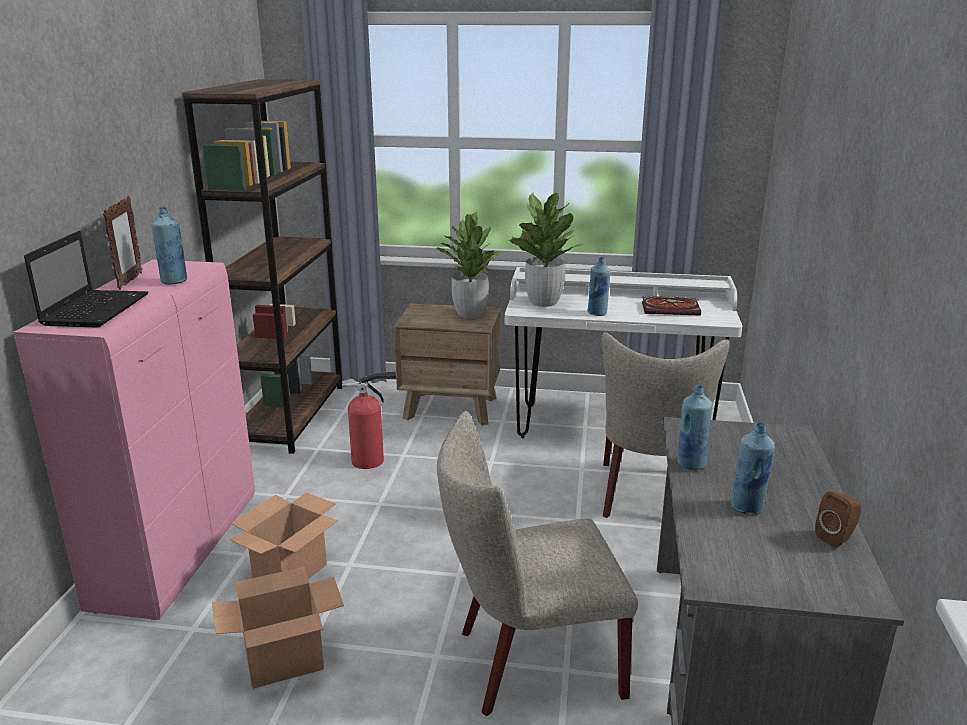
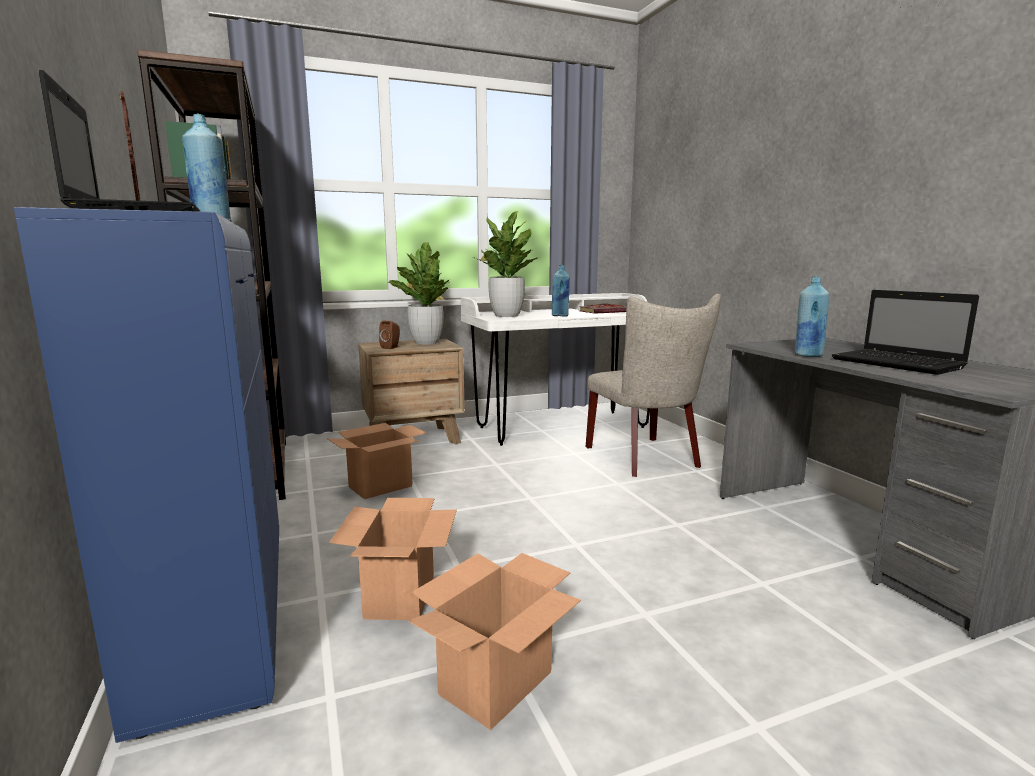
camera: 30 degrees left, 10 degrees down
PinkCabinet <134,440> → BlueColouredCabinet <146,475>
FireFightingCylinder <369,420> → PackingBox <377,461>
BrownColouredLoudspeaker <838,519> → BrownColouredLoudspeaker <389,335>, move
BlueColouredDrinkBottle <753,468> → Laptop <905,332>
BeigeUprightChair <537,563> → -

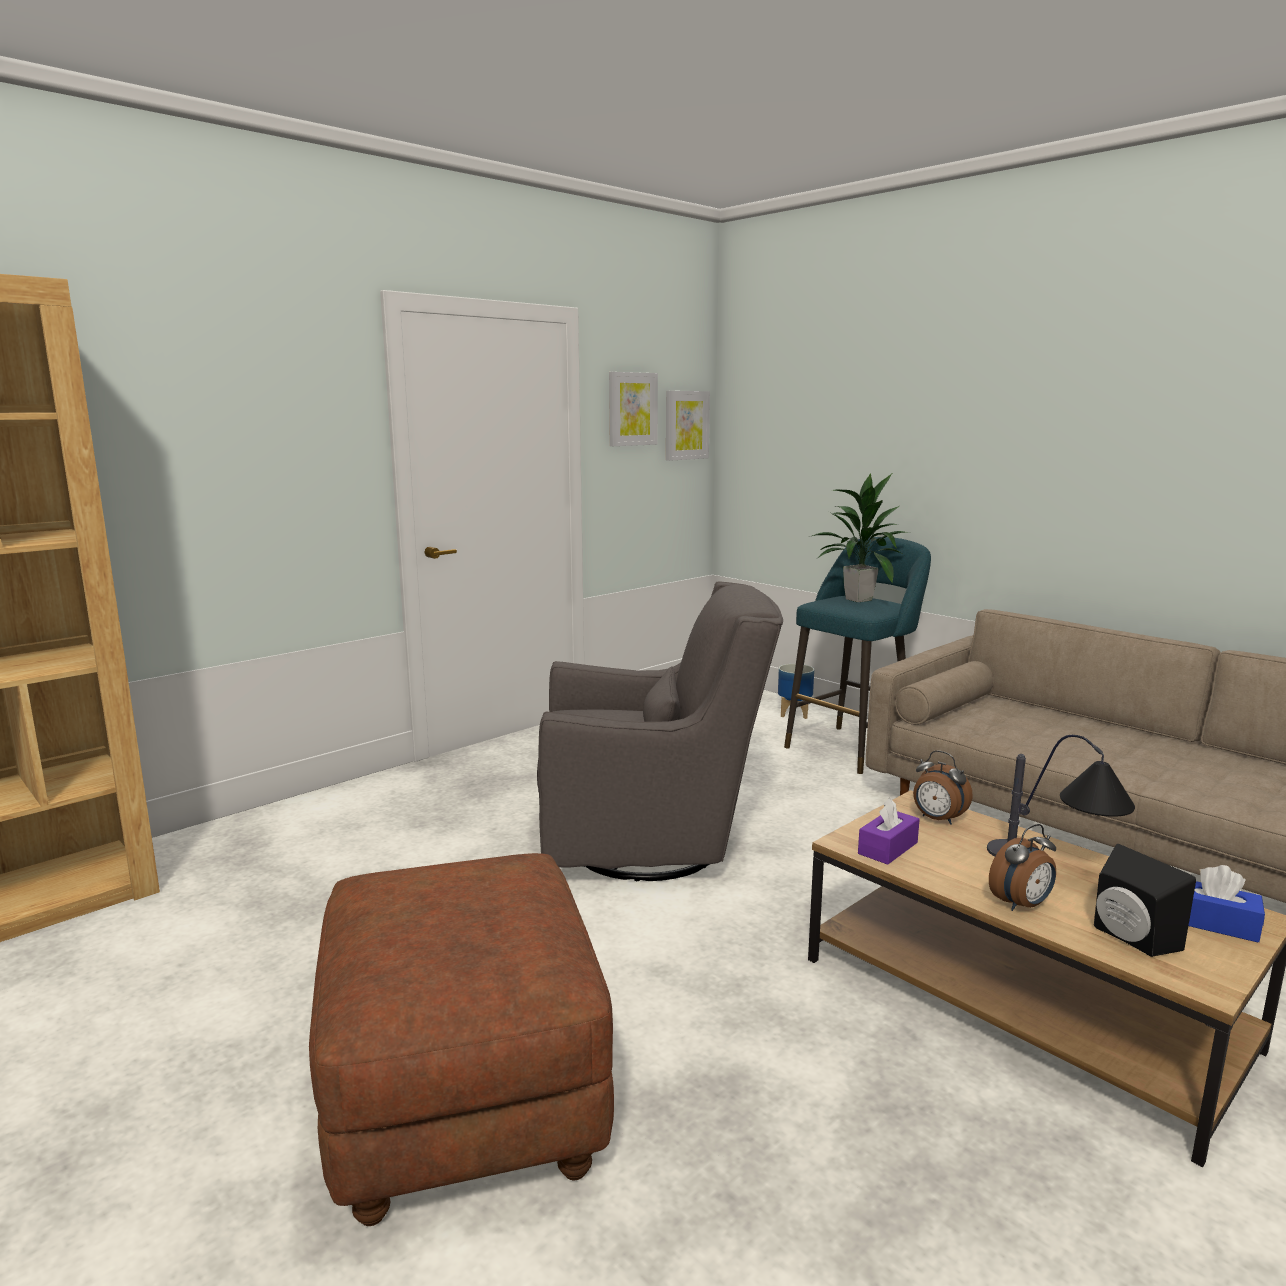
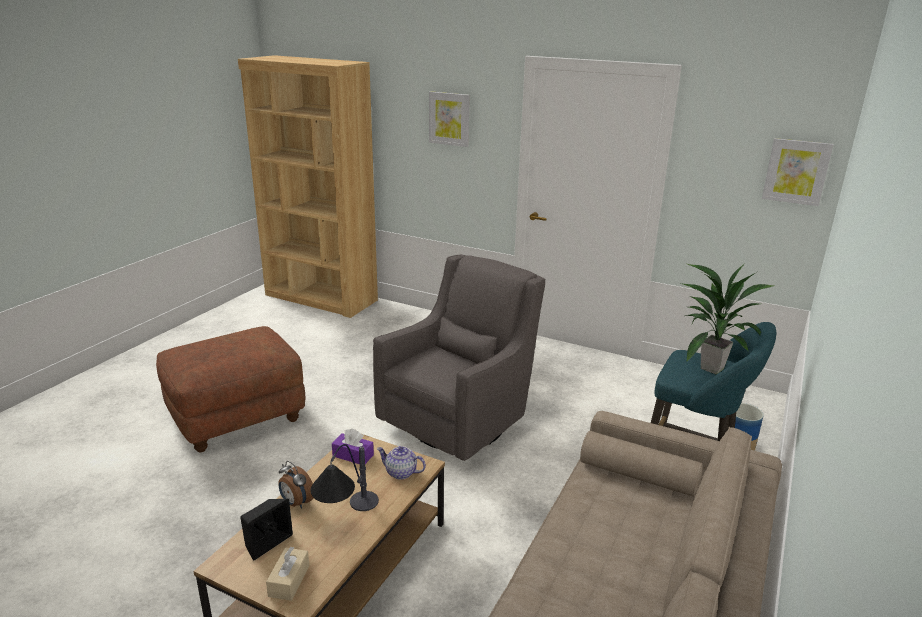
camera: 70 degrees right, 10 degrees up
BlueColouredBoxOfTissues <1227,904> → BeigeBoxOfTissues <287,574>
GreyEasyChair <660,731> → GreyEasyChair <459,358>, 120 degrees counterclockwise
AlarmClock <943,787> → TeaPot <401,463>
WallPicture <633,409> → WallPicture <449,119>, move

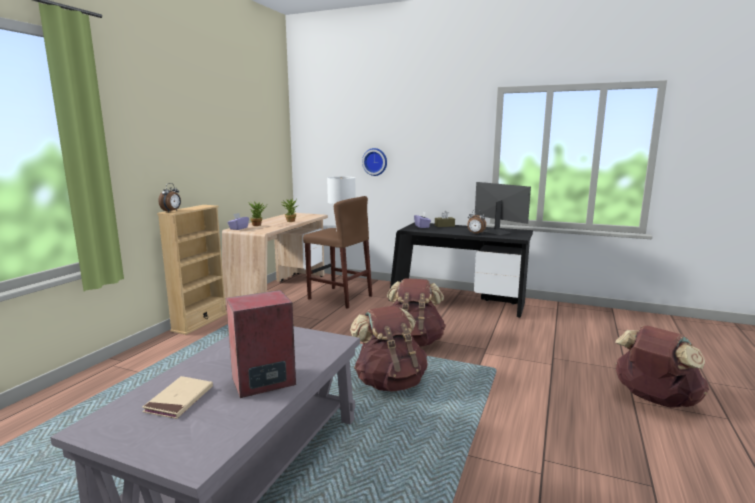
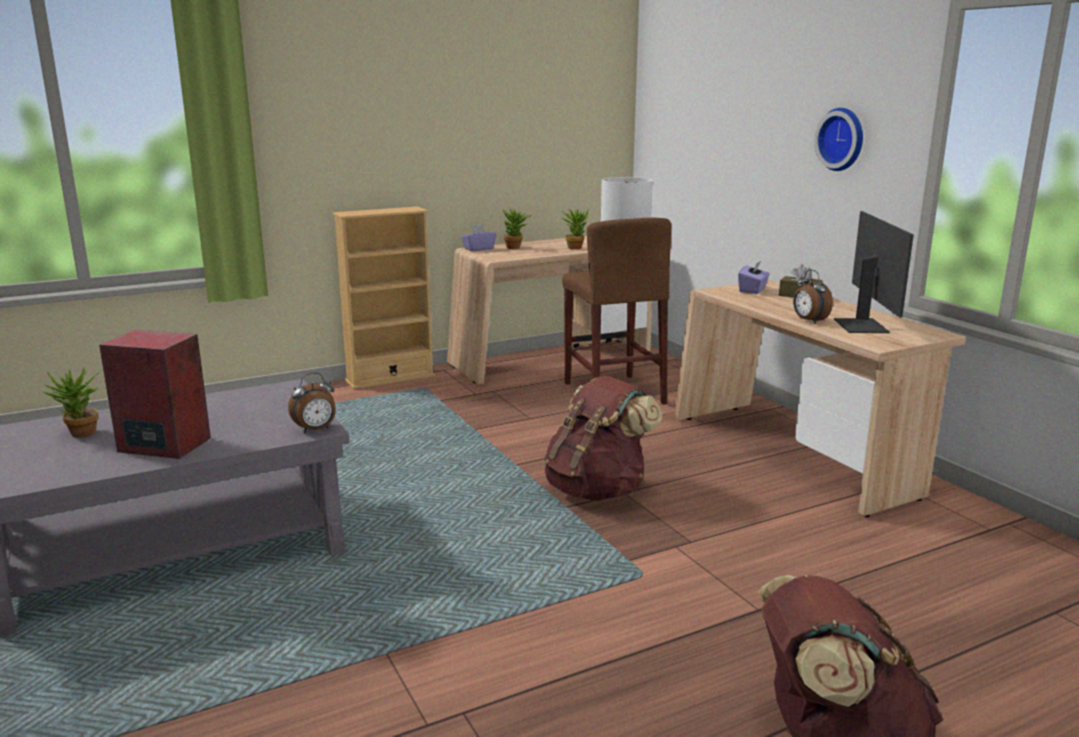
camera: 40 degrees right, 5 degrees up
BeigeBoundBook <177,397> → Houseplant <71,402>
AlarmClock <170,197> → AlarmClock <312,403>, move
BlackDeskUnit <461,270> → BeigeDeskUnit <820,398>
HangingClock <374,162> → HangingClock <838,139>, move
BrownColouredRucksack <389,349> → -

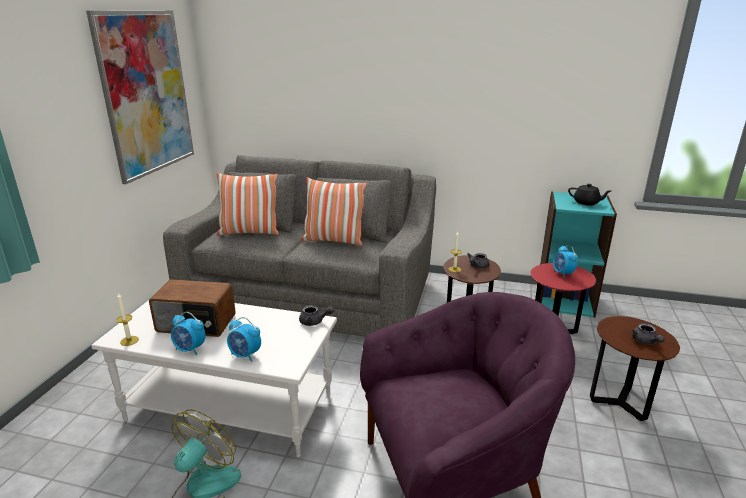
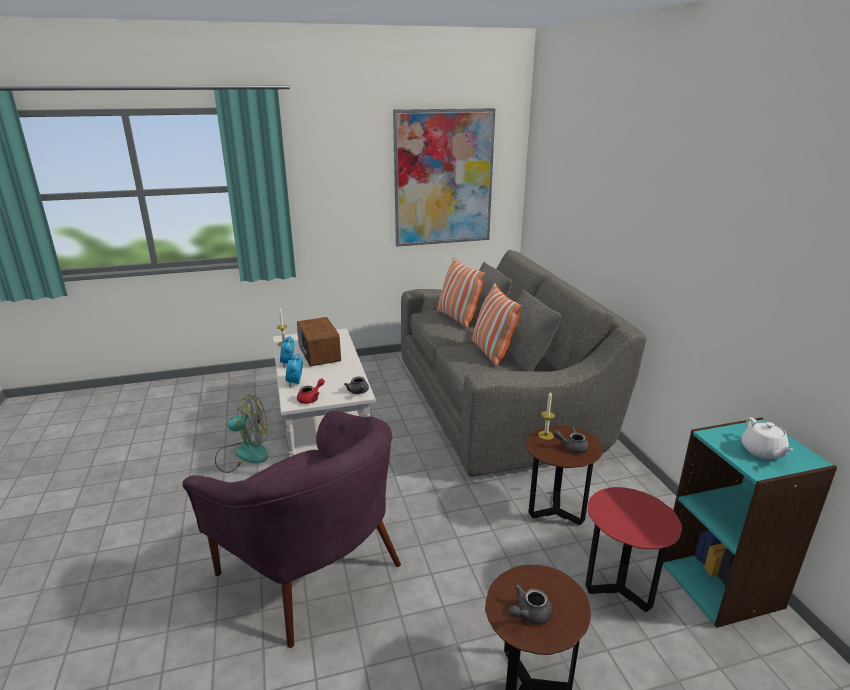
camera: 60 degrees right, 0 degrees up
- → RedColouredTeaPot <311,391>
BlackTeaPot <589,195> → WhiteTeaPot <767,438>
AlarmClock <565,261> → -

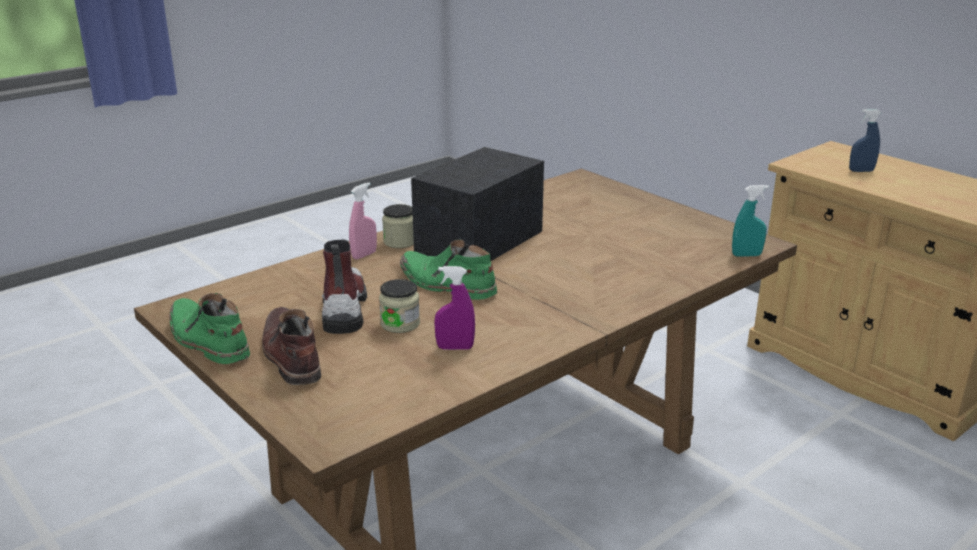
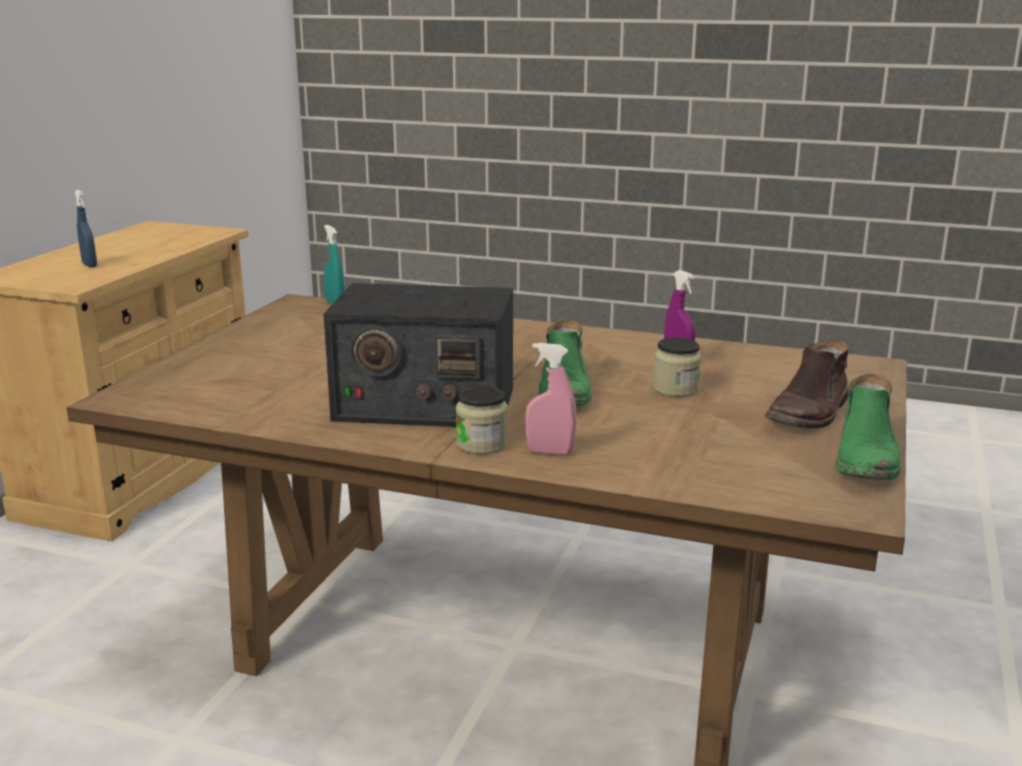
camera: 120 degrees left, 5 degrees down
Boot <344,287> → -

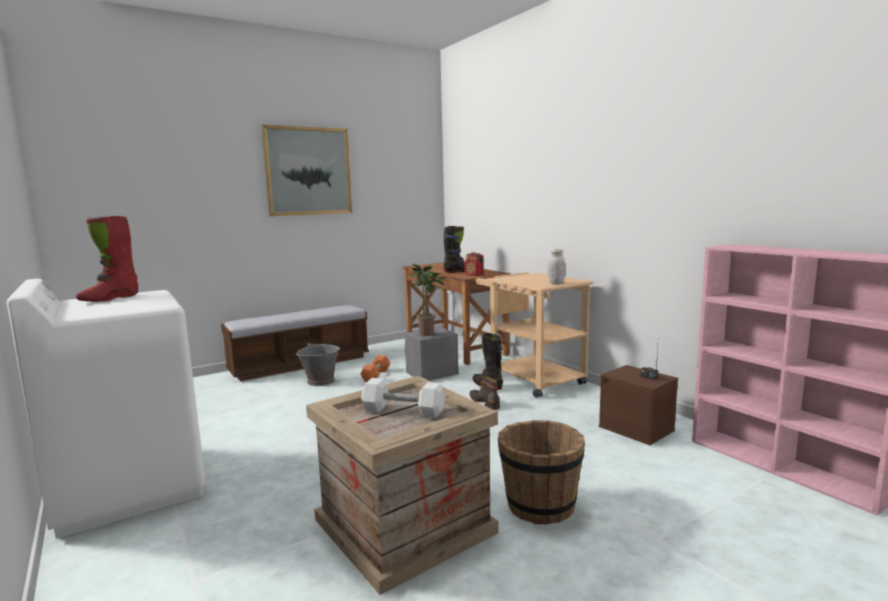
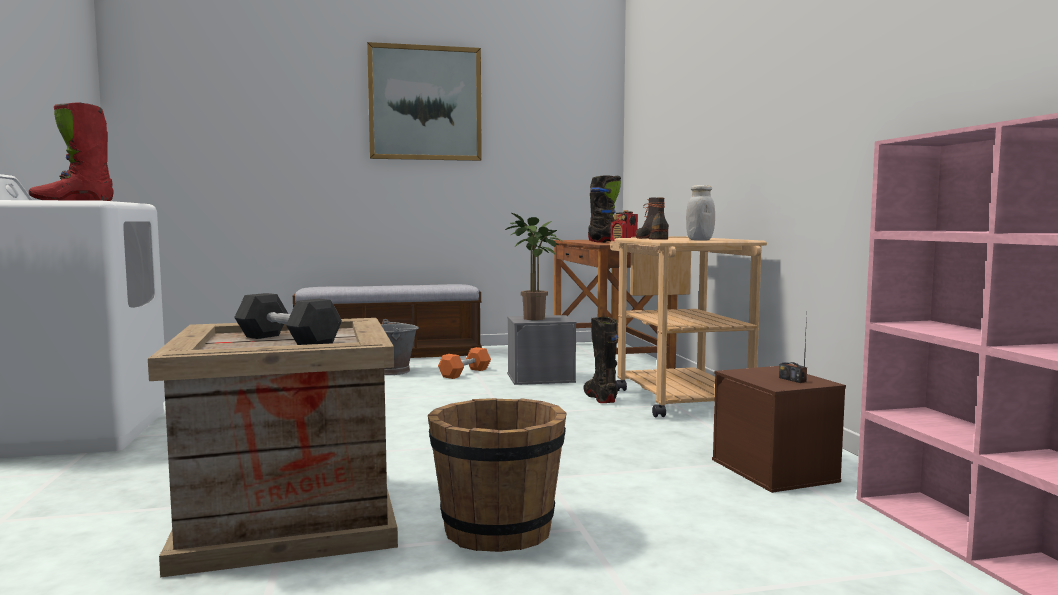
camera: 20 degrees right, 5 degrees down
WhiteDumbbell <403,398> → BlackDumbbell <288,319>
Boot <485,393> → Boot <652,218>, move

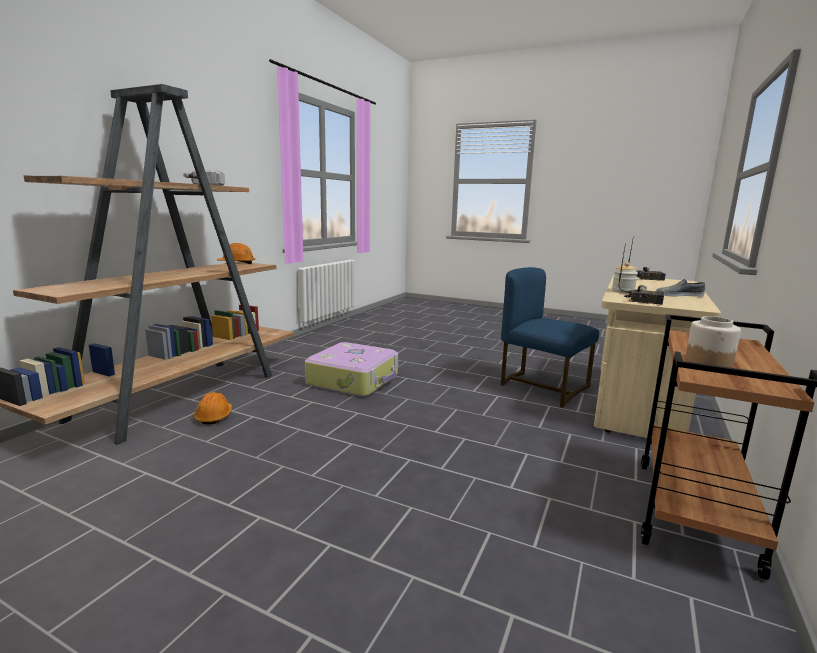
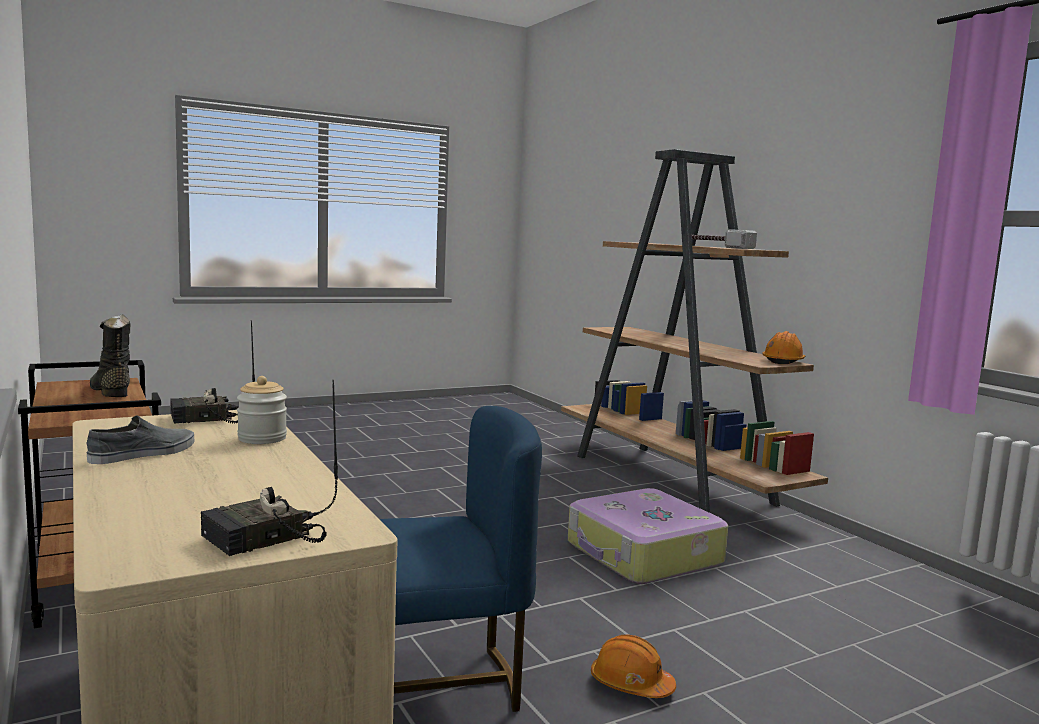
camera: 125 degrees right, 5 degrees down
StorageJar <713,342> → BlackBoot <110,355>
OrangeyHardHat <213,408> → OrangeyHardHat <633,666>, move

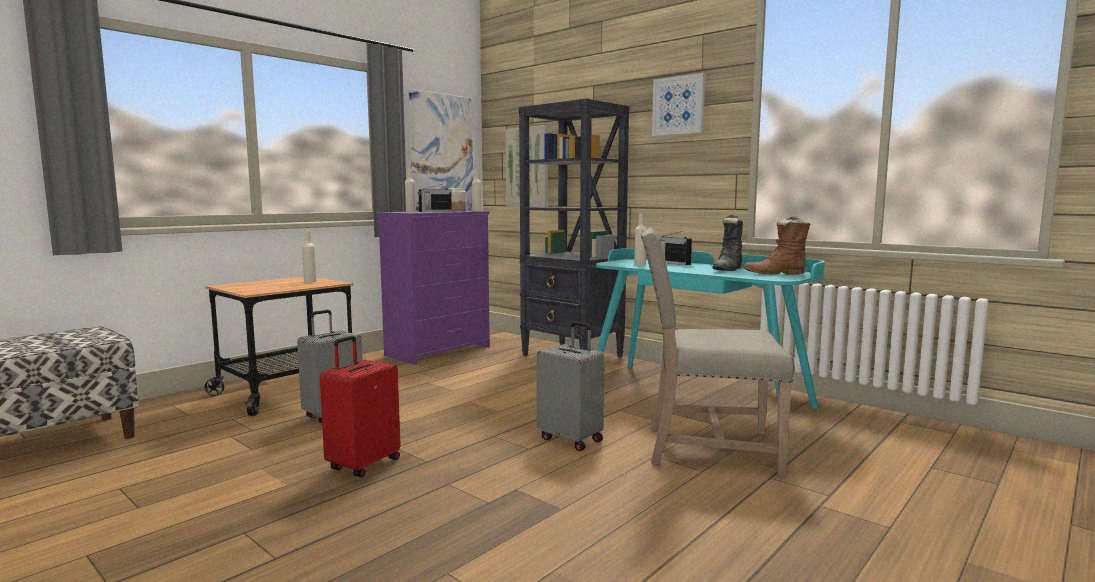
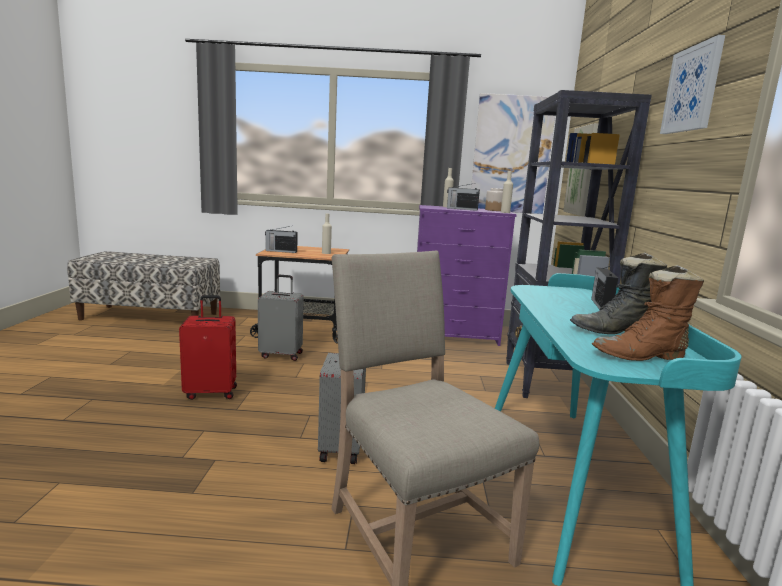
camera: 50 degrees right, 5 degrees up
- → RadioReceiver <281,239>
BrownColouredBoot <776,245> → BrownColouredBoot <648,313>, 60 degrees counterclockwise
BeigeDrinkBottle <640,239> → -

